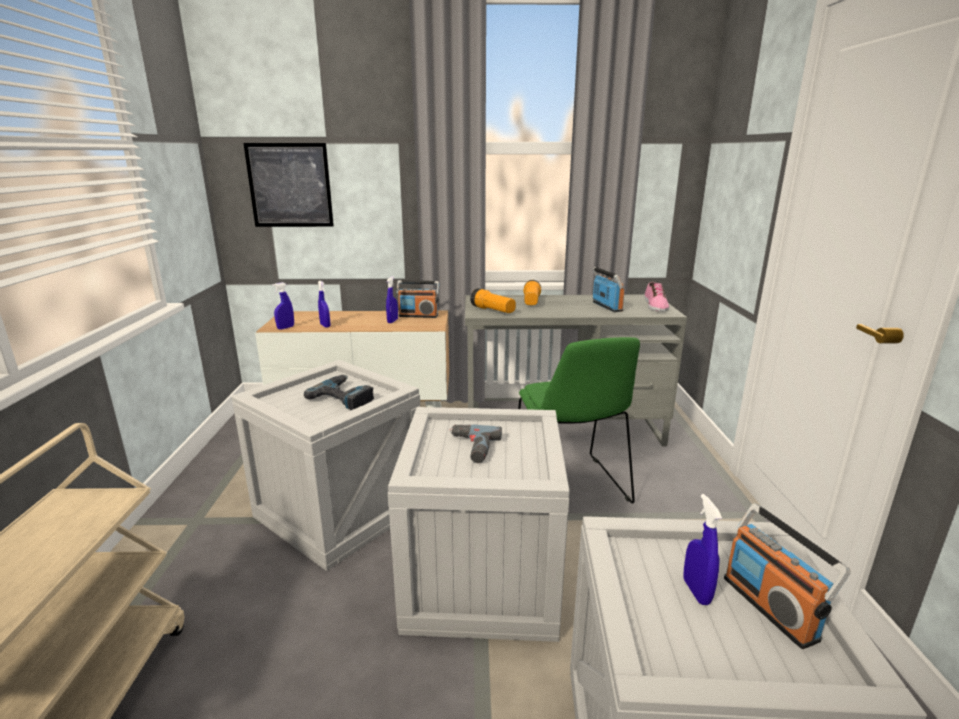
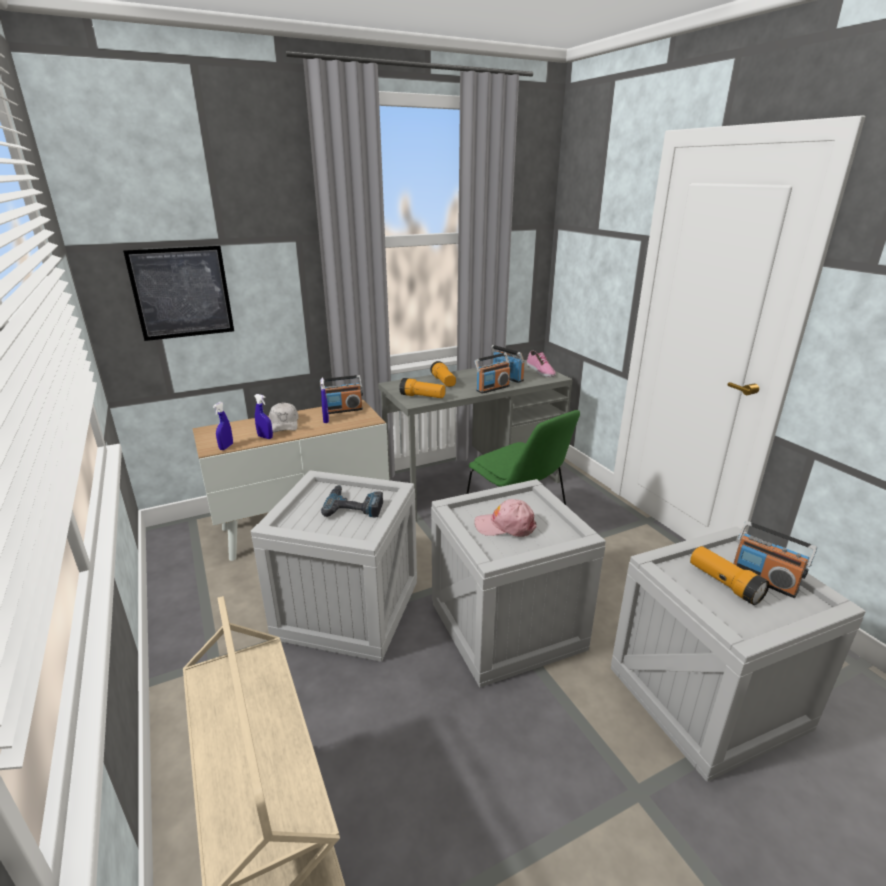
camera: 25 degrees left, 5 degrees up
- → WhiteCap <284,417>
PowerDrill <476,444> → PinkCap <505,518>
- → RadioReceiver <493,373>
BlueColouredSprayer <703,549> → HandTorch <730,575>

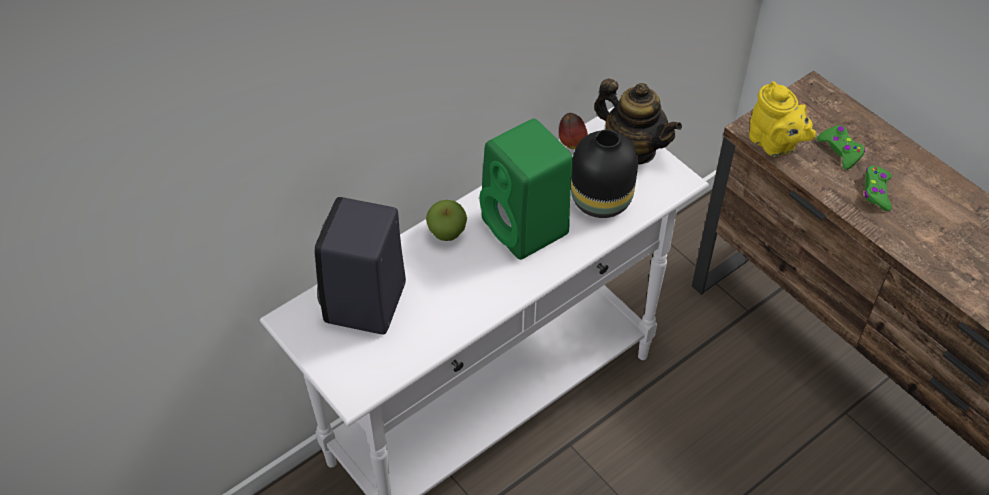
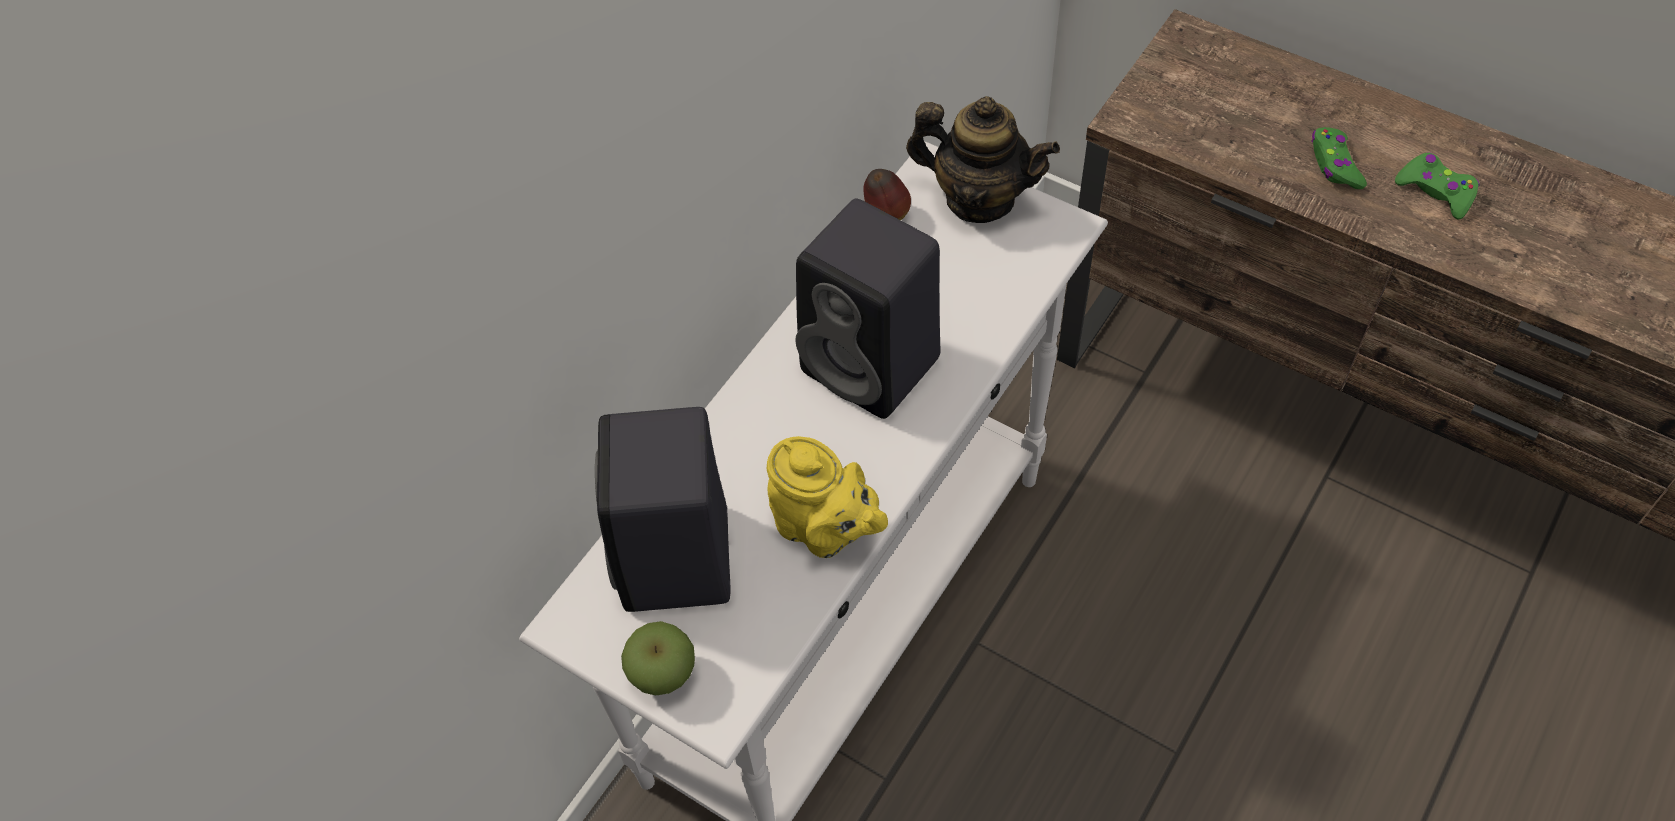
camera: 15 degrees left, 5 degrees up
WholeApple <446,220> → WholeApple <658,658>, move
YellowishTeaPot <782,119> → YellowishTeaPot <827,497>, move
GreenishLoudspeaker <526,189> → BlackLoudspeaker <868,309>
GreenishGameController <841,147> → GreenishGameController <1437,186>, move
BlackFlowerVase <604,173> → -

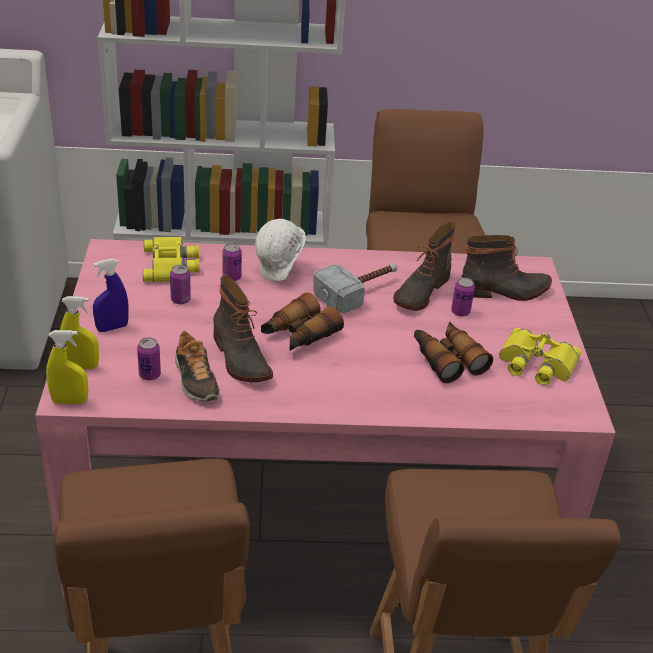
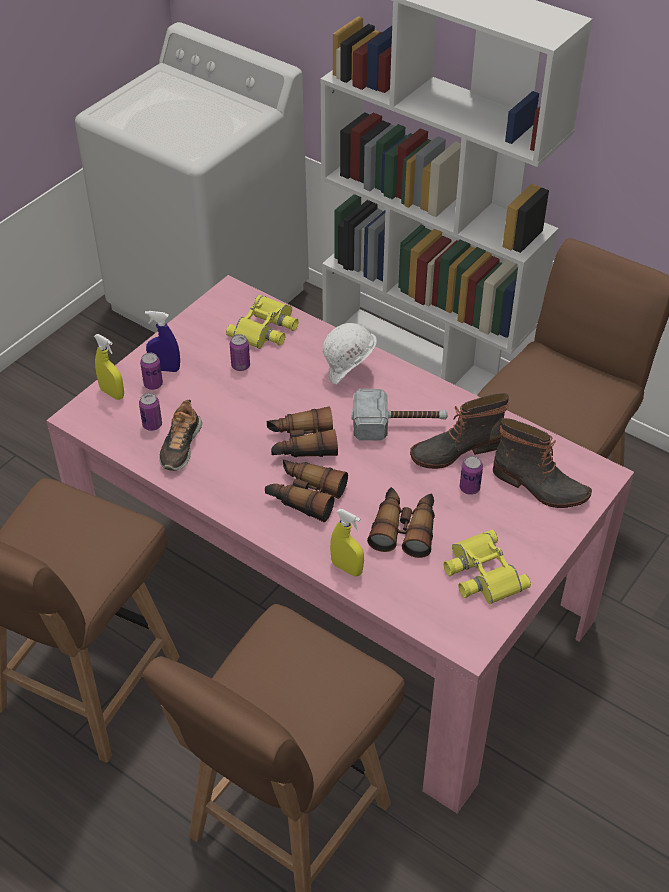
camera: 40 degrees right, 10 degrees up
SealedCan <232,262> → SealedCan <151,371>, move
- → PairOfBinoculars <306,491>
YellowishSprayer <67,367> → YellowishSprayer <347,542>, move
Boot <243,329> → -

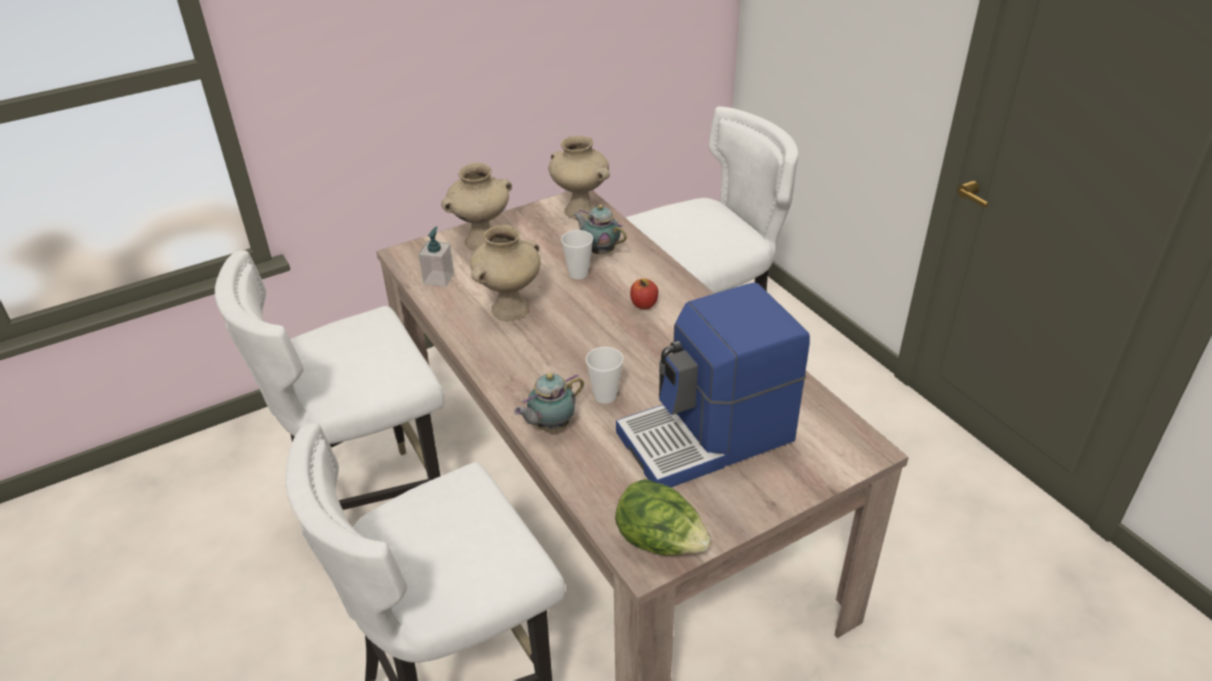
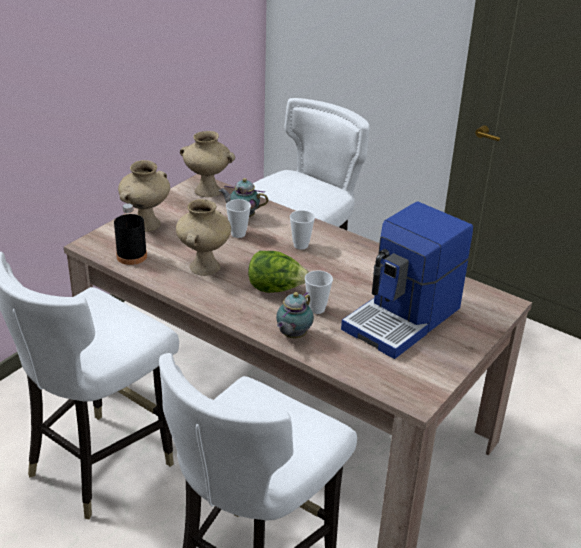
camera: 25 degrees left, 5 degrees down
SoapBottle <436,257> → BlackDrinkBottle <130,234>
HeadOfLettuce <663,517> → HeadOfLettuce <278,272>, move
WholeApple <644,293> → SmallCup <302,229>

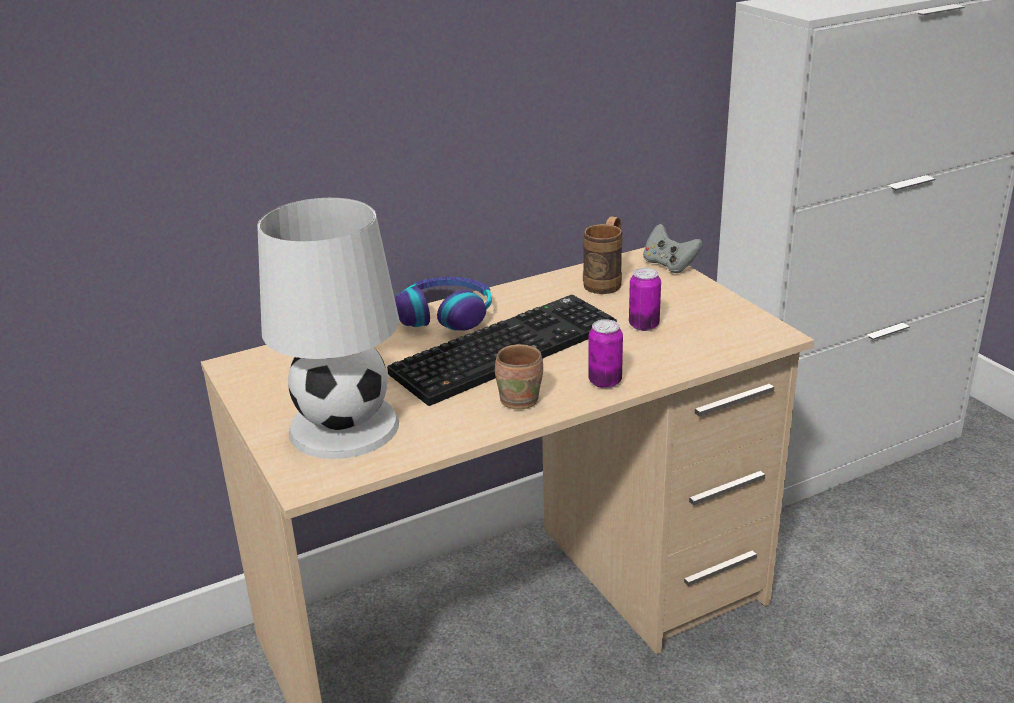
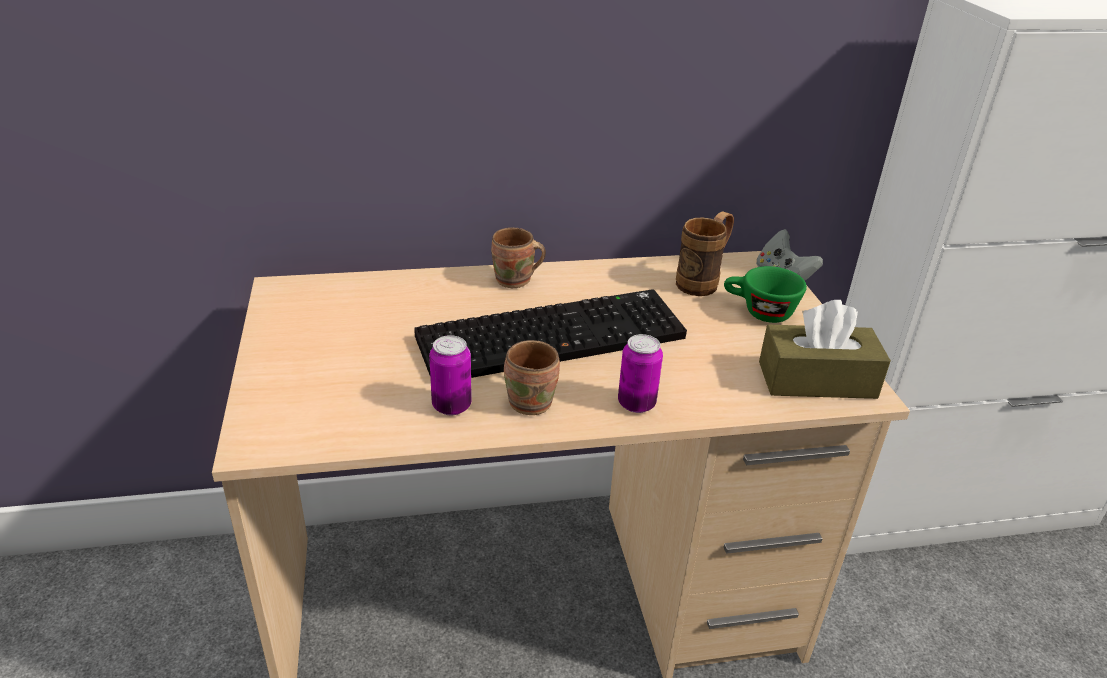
camera: 15 degrees right, 5 degrees up
SealedCan <645,299> → SealedCan <450,375>, move
PairOfHeadphones <443,304> → BrownColouredCoffeeMug <518,257>
- → GreenishSmallCup <765,294>
- → BrownColouredBoxOfTissues <825,349>
WhiteLampForATable <328,328> → -

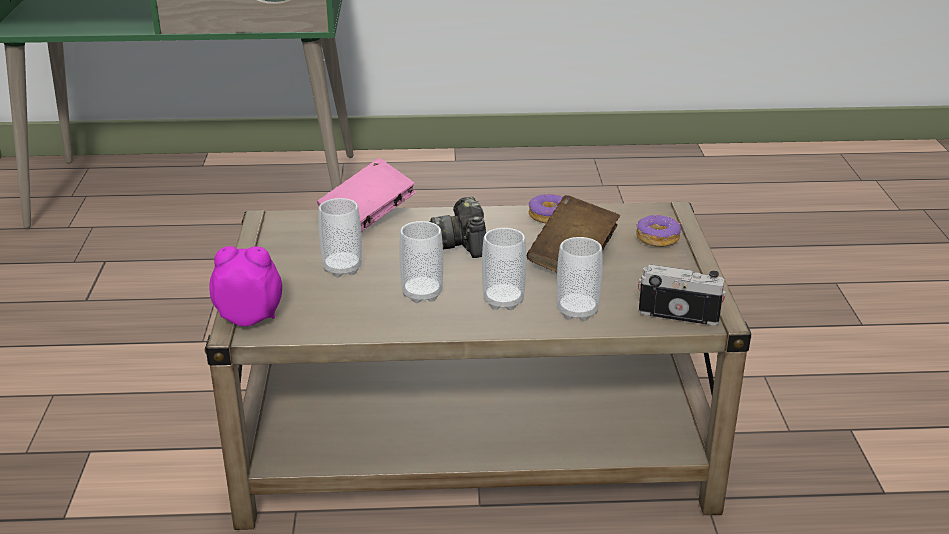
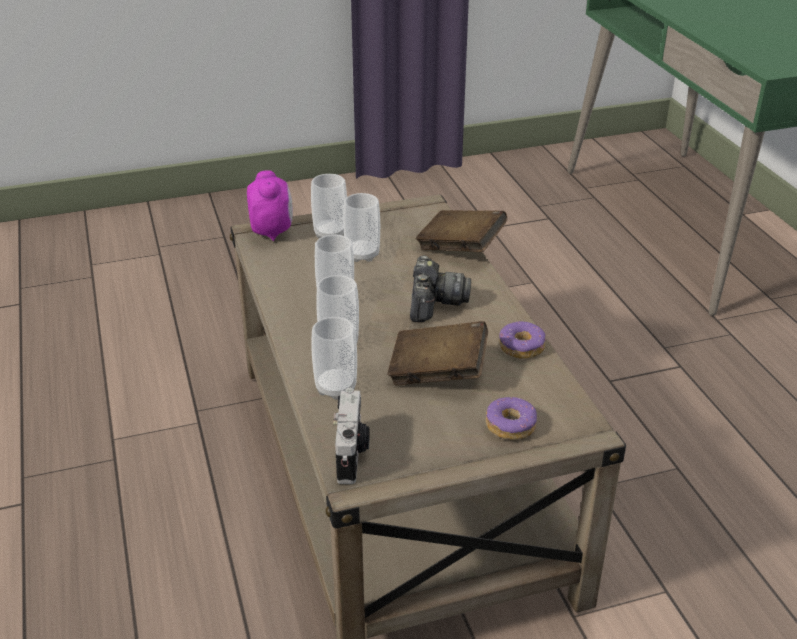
camera: 75 degrees right, 5 degrees up
- → SmallCup <329,206>
StillCamera <458,227> → StillCamera <440,288>, 120 degrees clockwise
PinkBoundBook <366,195> → BrownColouredBoundBook <461,231>

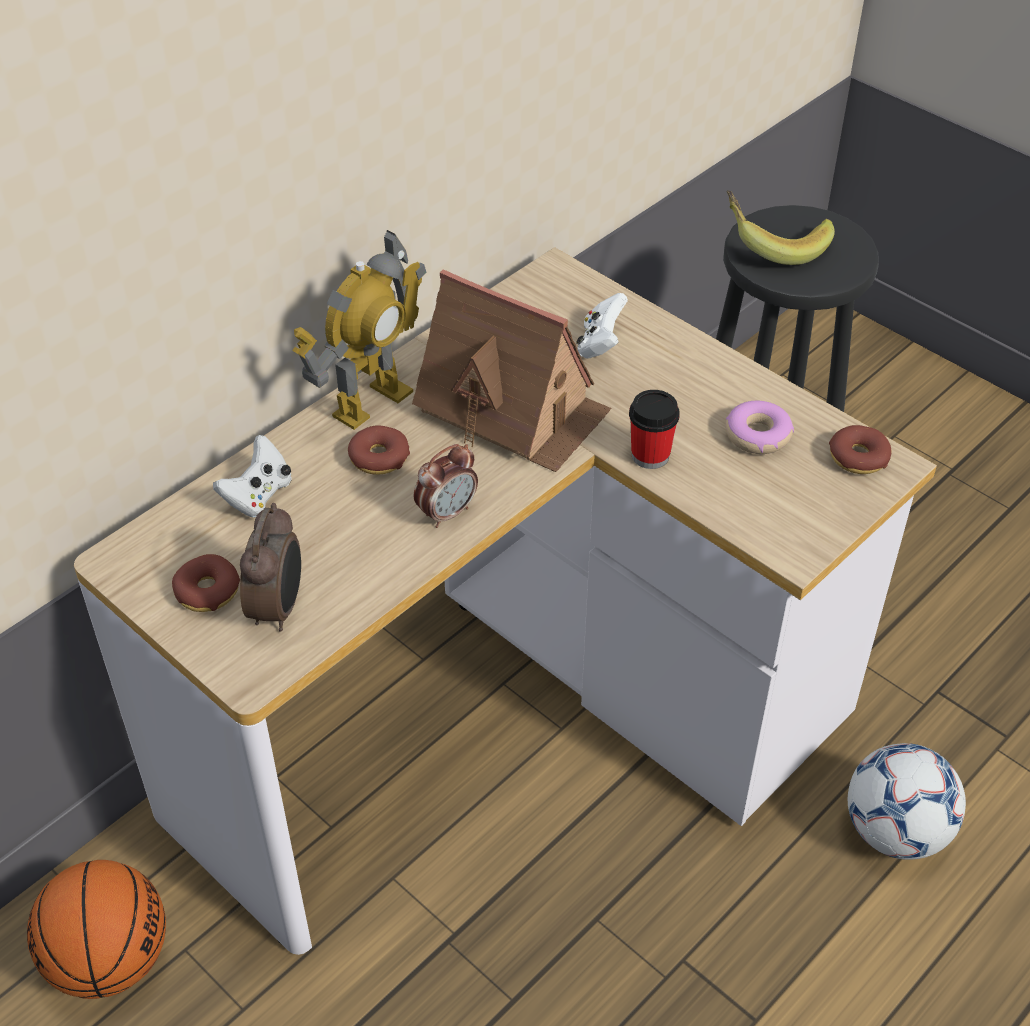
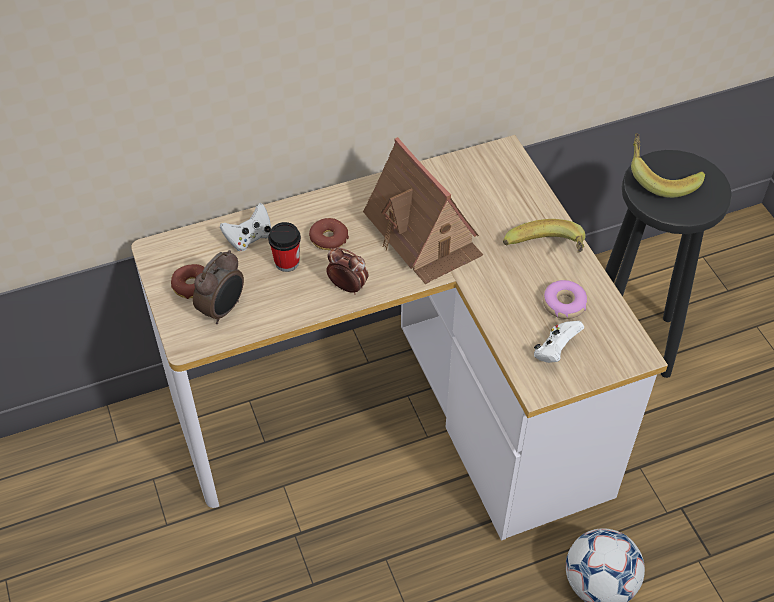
camera: 25 degrees right, 5 degrees up
SmallCup <654,429> → SmallCup <284,247>, move
AlarmClock <446,486> → AlarmClock <347,271>, 135 degrees counterclockwise
- → Banana <544,236>
WhiteGameController <602,326> → WhiteGameController <559,342>, move
BasketballBall <96,929> → -
RobotFigure <359,330> → -
Donut <860,449> → -

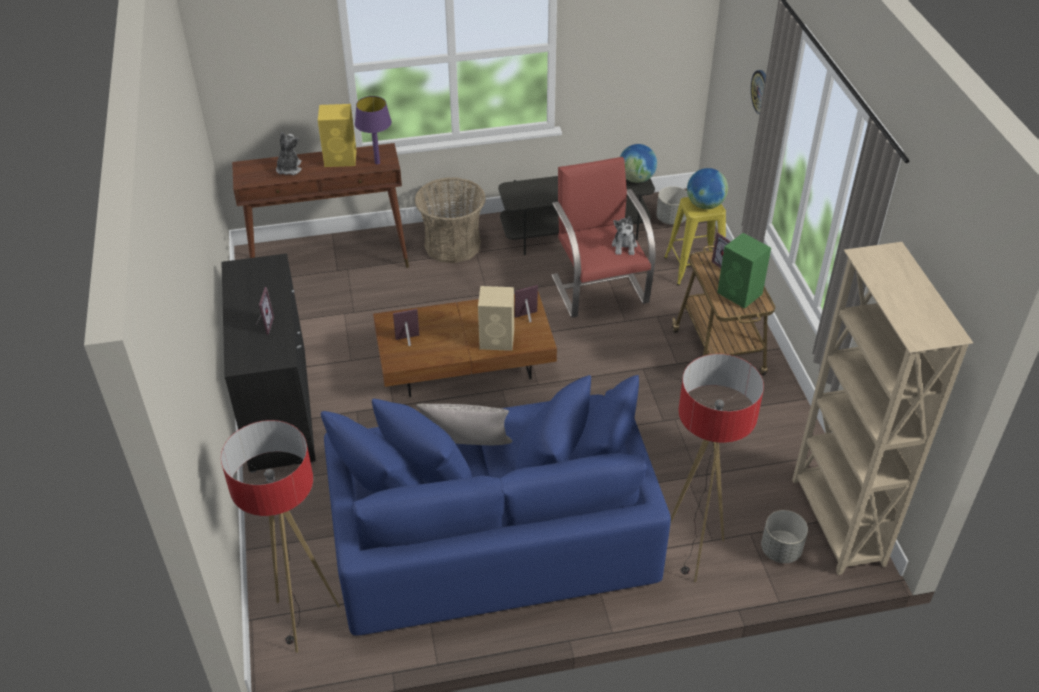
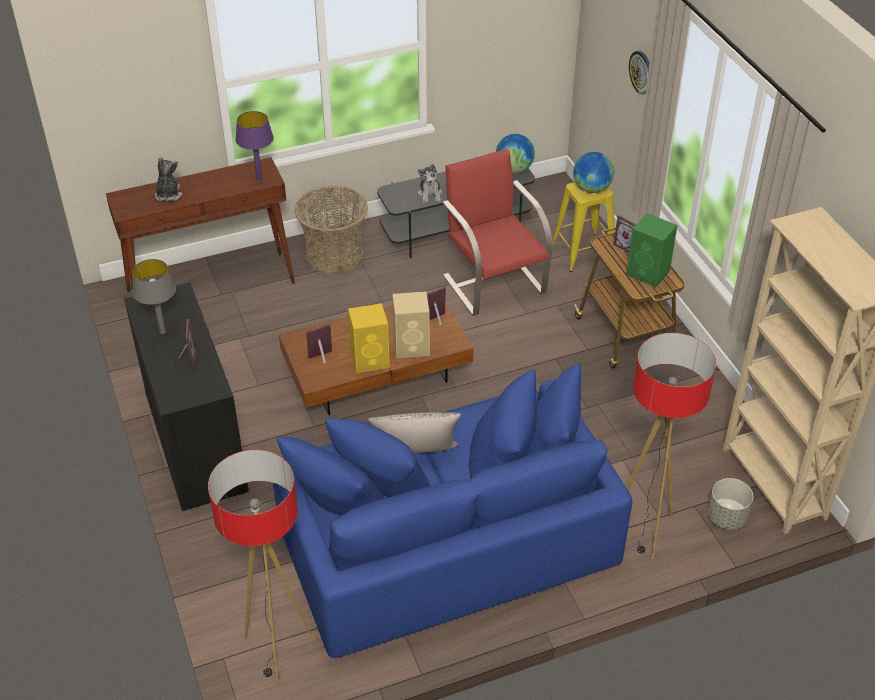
camera: 10 degrees left, 0 degrees up
- → GreyLampForATable <154,296>
YellowishLoudspeaker <337,135> → YellowishLoudspeaker <369,338>, move
SoftToy <625,235> → SoftToy <430,183>, move
GreyPlantPot <672,205> → -

